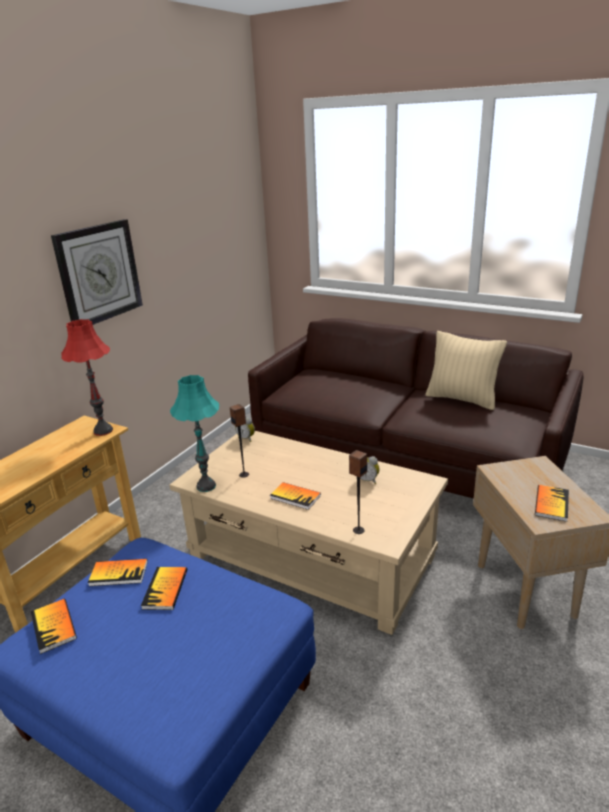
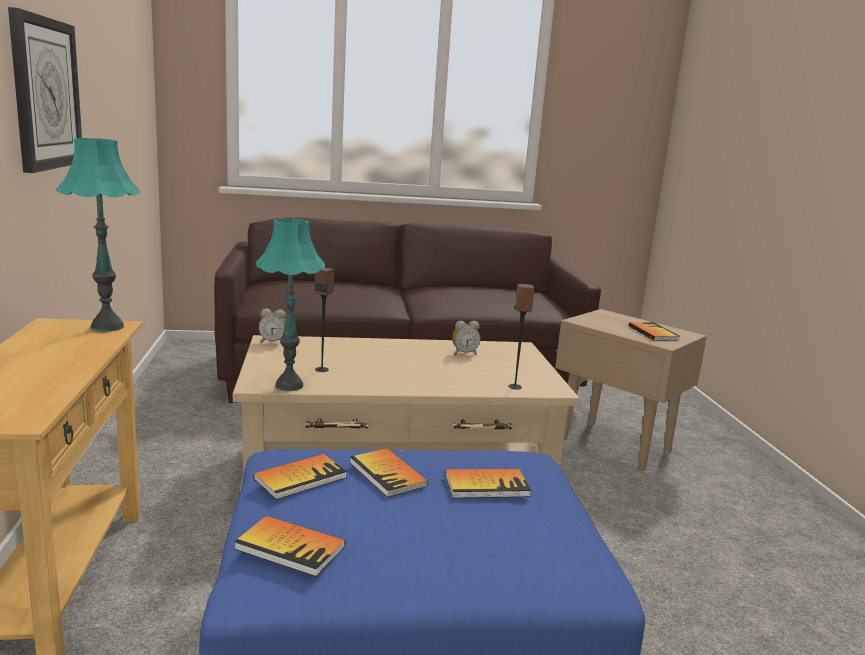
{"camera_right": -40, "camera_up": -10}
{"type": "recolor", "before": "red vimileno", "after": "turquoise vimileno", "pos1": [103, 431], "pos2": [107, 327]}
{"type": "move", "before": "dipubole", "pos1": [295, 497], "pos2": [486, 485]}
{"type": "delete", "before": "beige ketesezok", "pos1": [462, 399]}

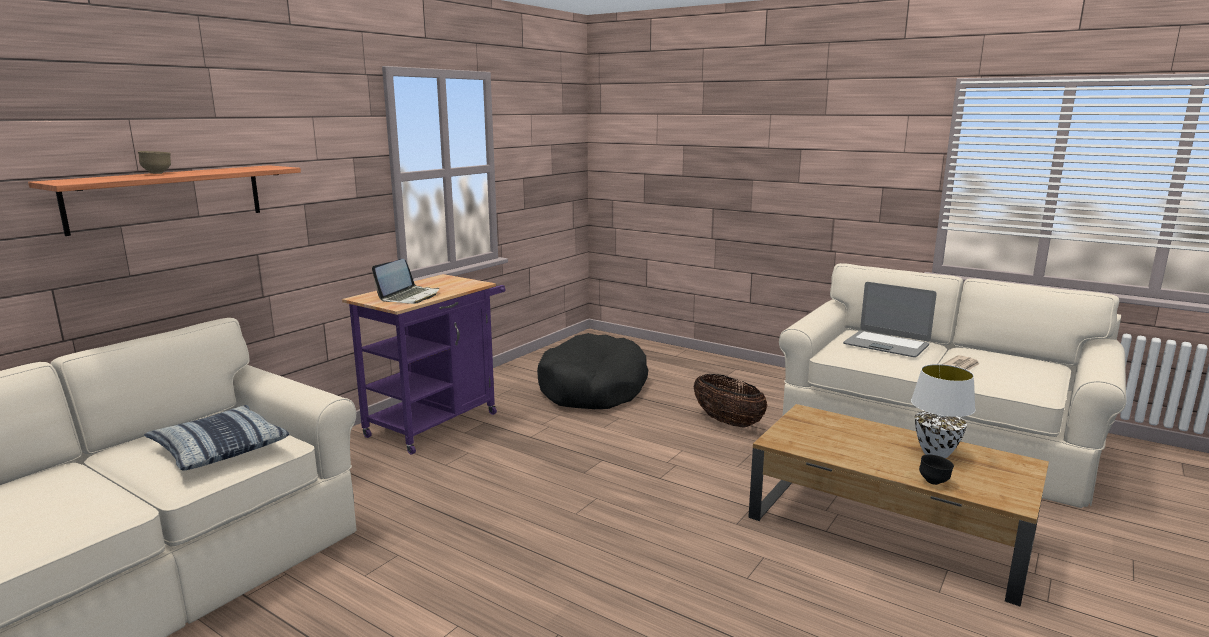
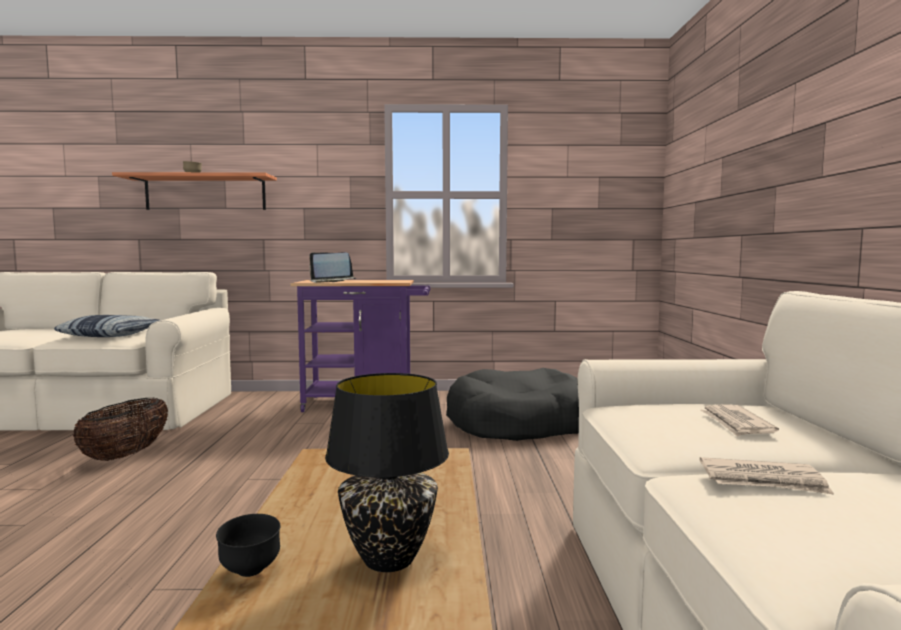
{"camera_right": 55, "camera_up": -10}
{"type": "move", "before": "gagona", "pos1": [727, 422], "pos2": [126, 455]}
{"type": "recolor", "before": "white vimileno", "after": "black vimileno", "pos1": [936, 453], "pos2": [390, 560]}
{"type": "replace", "before": "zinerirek", "after": "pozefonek", "pos1": [886, 345], "pos2": [736, 424]}

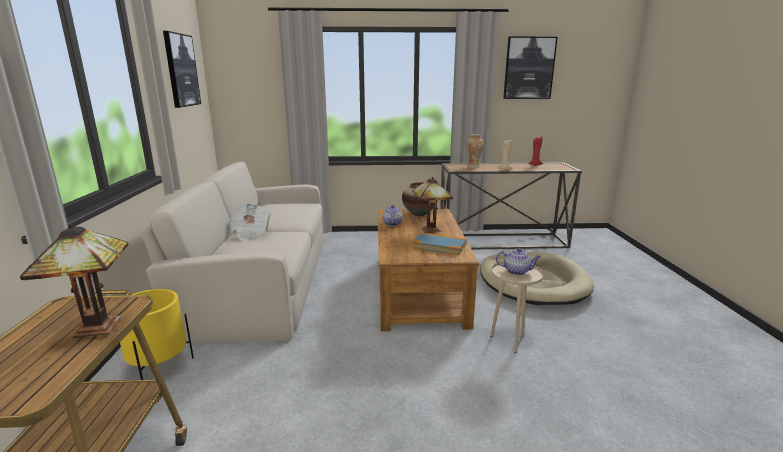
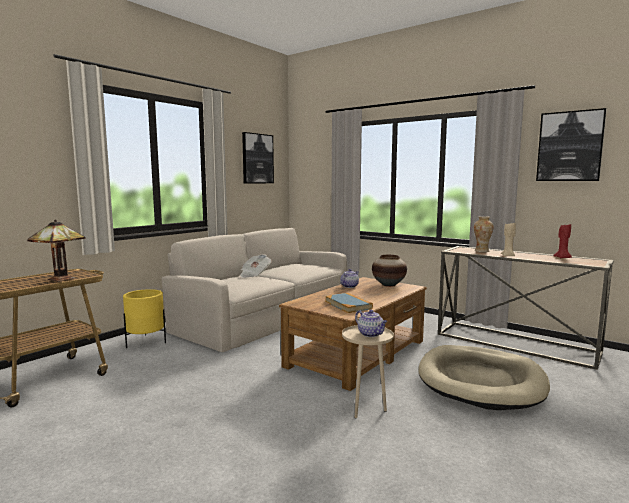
{"camera_right": 40, "camera_up": -10}
{"type": "delete", "before": "vimileno", "pos1": [429, 229]}

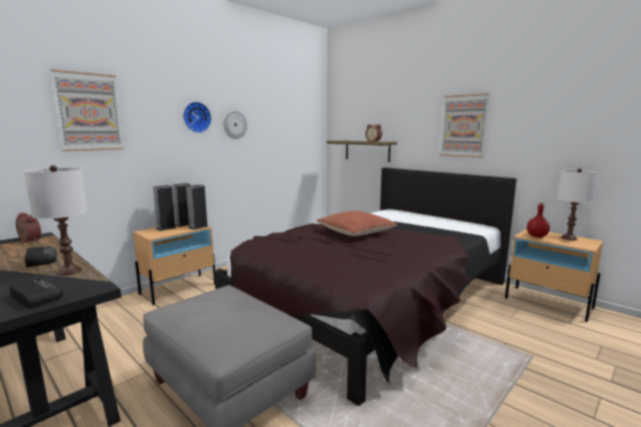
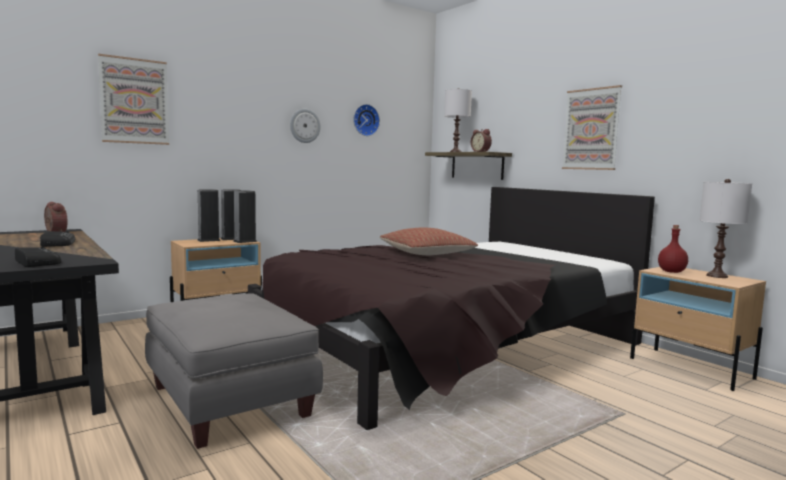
{"camera_right": 10, "camera_up": -5}
{"type": "move", "before": "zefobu", "pos1": [196, 117], "pos2": [365, 120]}
{"type": "move", "before": "white vimileno", "pos1": [69, 271], "pos2": [455, 152]}

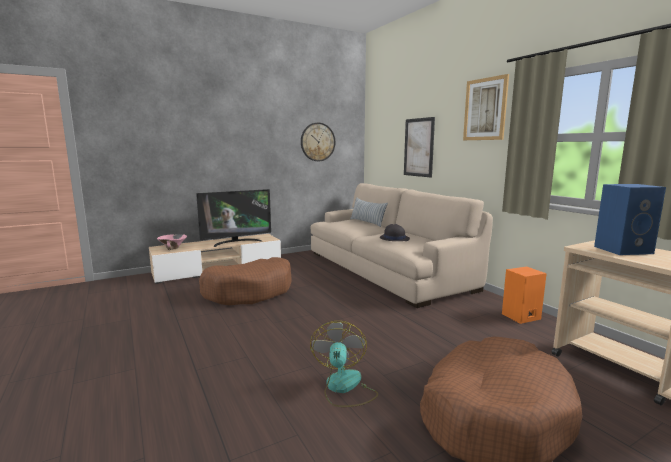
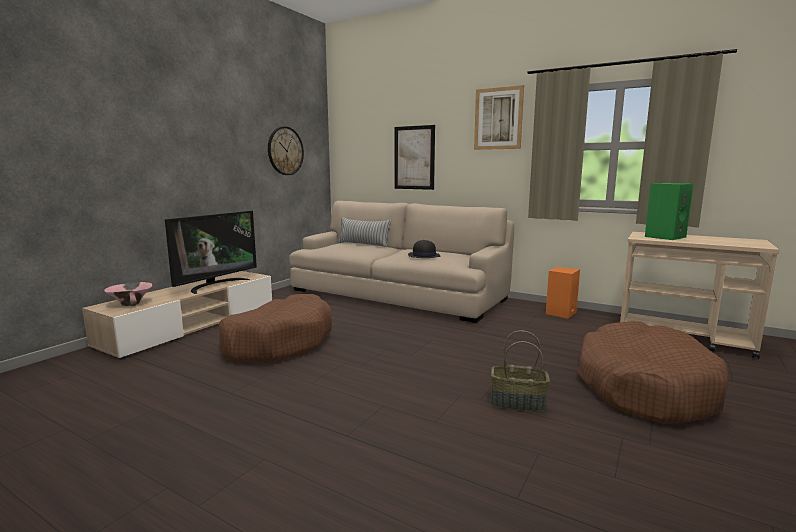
{"camera_right": -30, "camera_up": 0}
{"type": "replace", "before": "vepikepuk", "after": "gagona", "pos1": [344, 388], "pos2": [517, 403]}
{"type": "recolor", "before": "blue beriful", "after": "green beriful", "pos1": [623, 250], "pos2": [664, 237]}

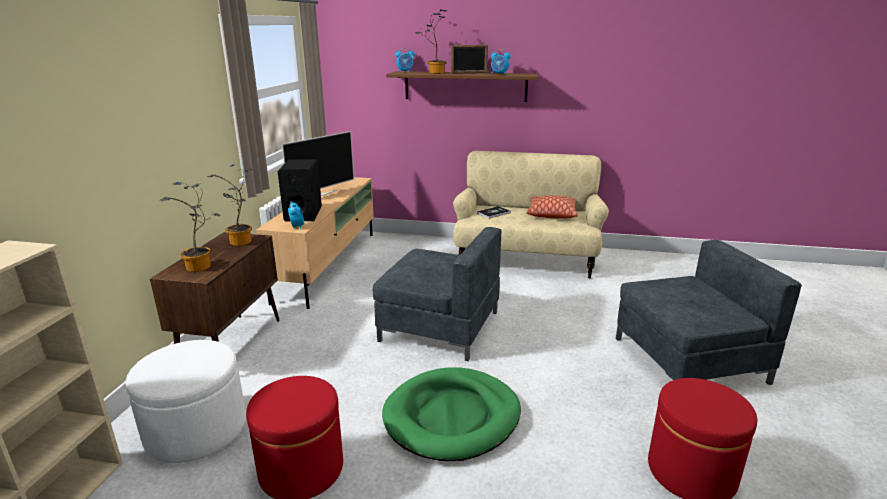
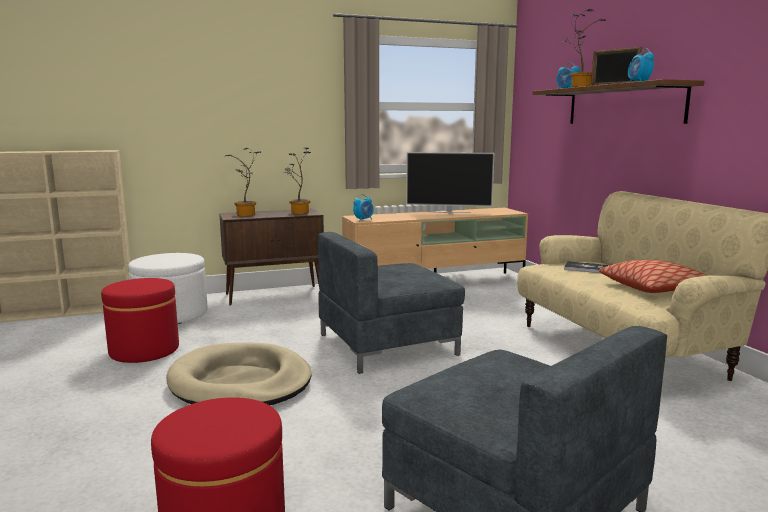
{"camera_right": 60, "camera_up": -10}
{"type": "recolor", "before": "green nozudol", "after": "beige nozudol", "pos1": [452, 417], "pos2": [240, 382]}
{"type": "rotate", "before": "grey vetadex", "pos1": [439, 325], "pos2": [389, 344], "turn": 75}
{"type": "delete", "before": "black beriful", "pos1": [303, 214]}

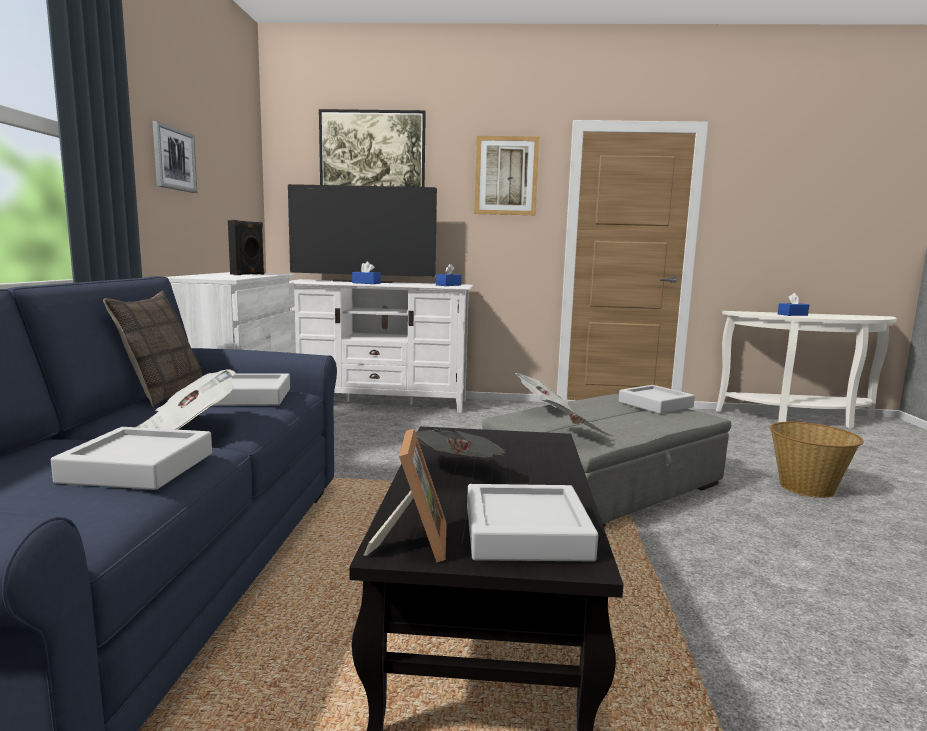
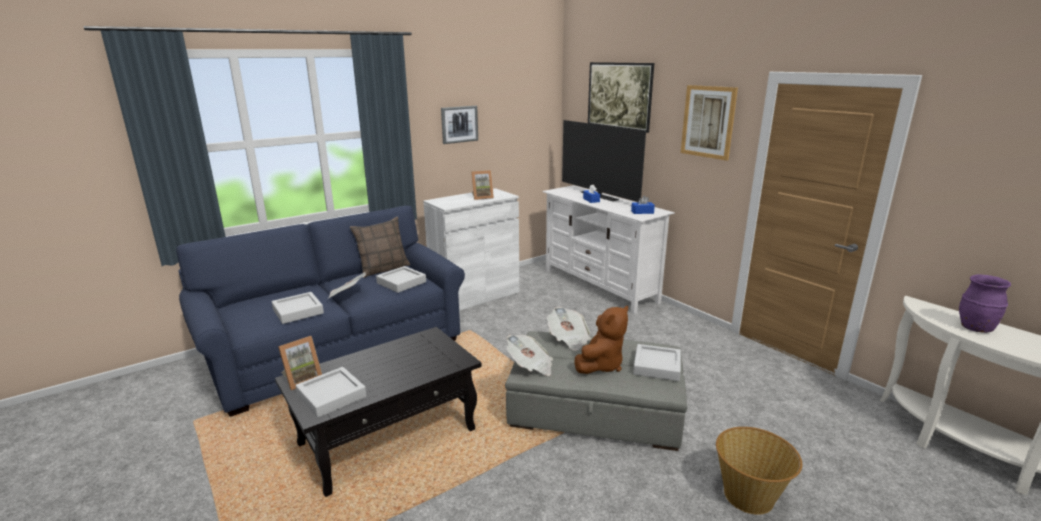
{"camera_right": 50, "camera_up": 10}
{"type": "replace", "before": "black beriful", "after": "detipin", "pos1": [248, 274], "pos2": [482, 197]}
{"type": "insert", "after": "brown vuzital", "pos2": [601, 365]}
{"type": "replace", "before": "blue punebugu", "after": "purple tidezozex", "pos1": [792, 315], "pos2": [975, 328]}
{"type": "delete", "before": "pozefonek", "pos1": [459, 471]}

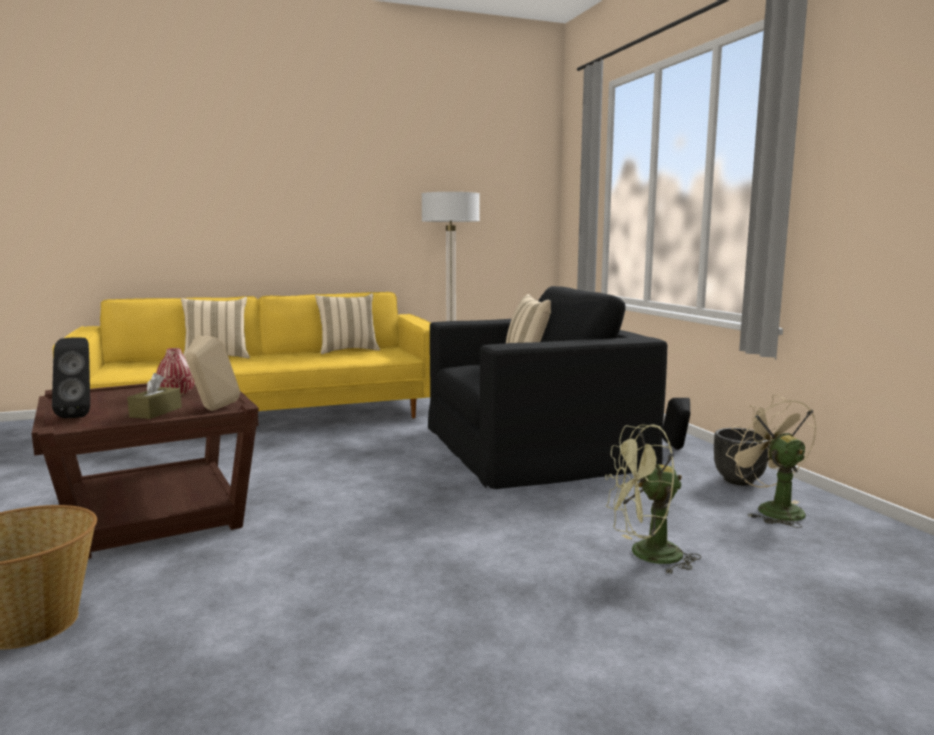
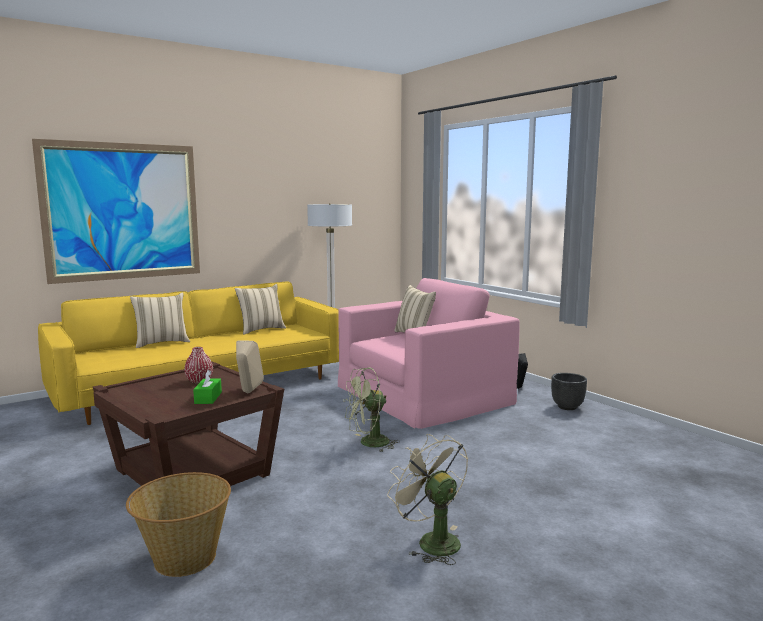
{"camera_right": -15, "camera_up": 0}
{"type": "insert", "after": "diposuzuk", "pos2": [123, 211]}
{"type": "recolor", "before": "brown punebugu", "after": "green punebugu", "pos1": [156, 412], "pos2": [208, 398]}
{"type": "recolor", "before": "black vetadex", "after": "pink vetadex", "pos1": [534, 446], "pos2": [423, 394]}
{"type": "move", "before": "green vepikepuk", "pos1": [646, 555], "pos2": [368, 443]}
{"type": "move", "before": "beige vepikepuk", "pos1": [771, 509], "pos2": [431, 541]}
{"type": "delete", "before": "black beriful", "pos1": [80, 415]}

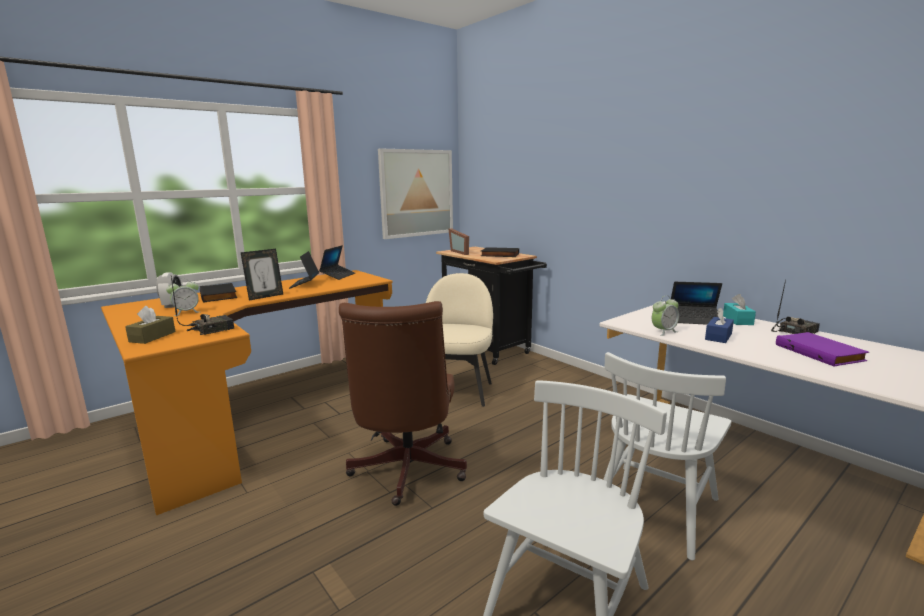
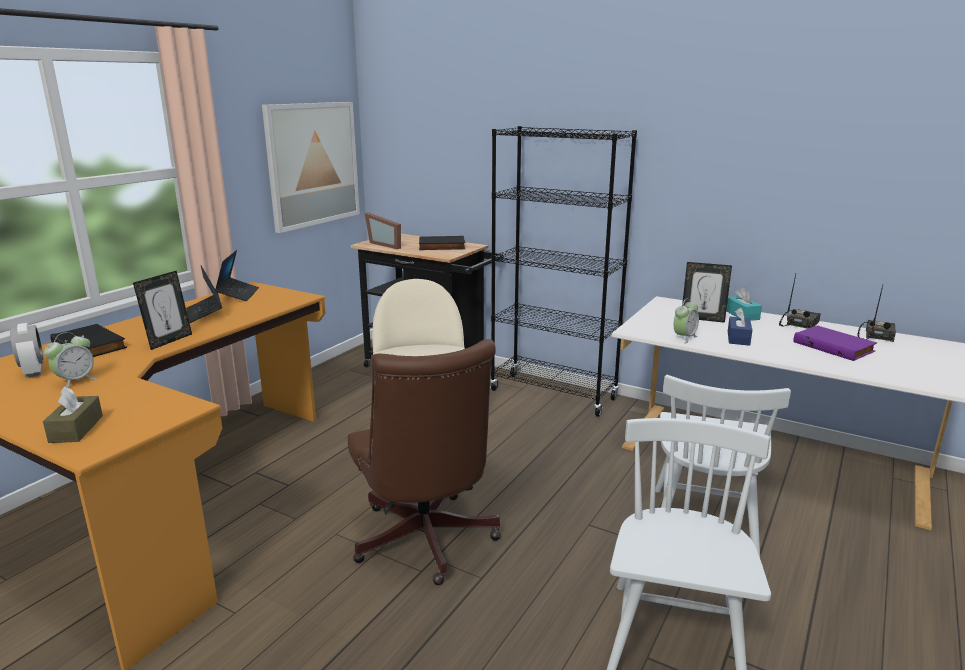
{"camera_right": -20, "camera_up": 5}
{"type": "insert", "after": "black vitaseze", "pos2": [553, 395]}
{"type": "replace", "before": "zinerirek", "after": "detipin", "pos1": [694, 320], "pos2": [702, 319]}
{"type": "move", "before": "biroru", "pos1": [211, 329], "pos2": [875, 336]}

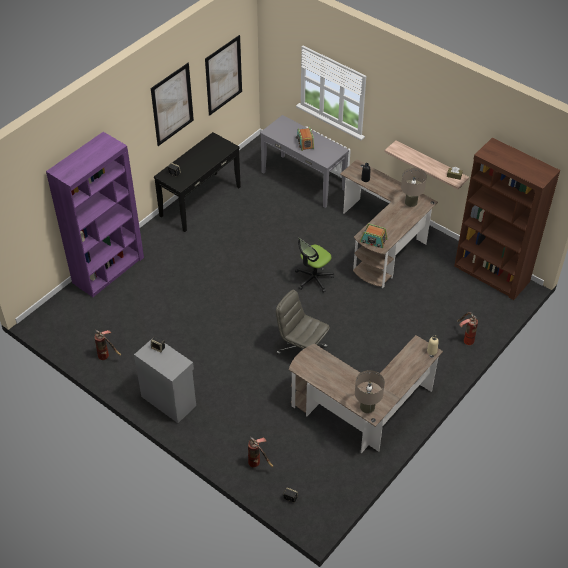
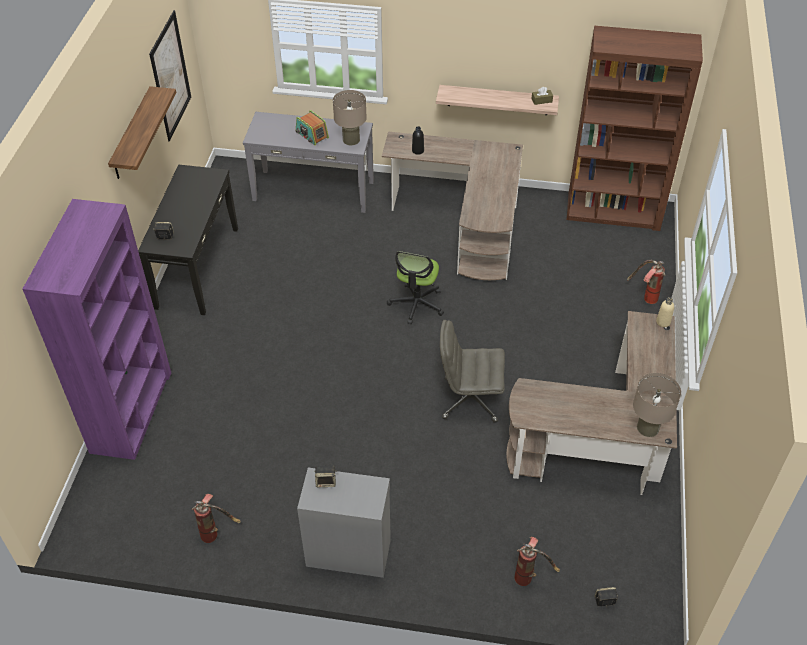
{"camera_right": -30, "camera_up": 0}
{"type": "replace", "before": "diposuzuk", "after": "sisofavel", "pos1": [172, 104], "pos2": [132, 134]}
{"type": "move", "before": "beige vimileno", "pos1": [411, 202], "pos2": [351, 139]}
{"type": "delete", "before": "biroru", "pos1": [373, 241]}

